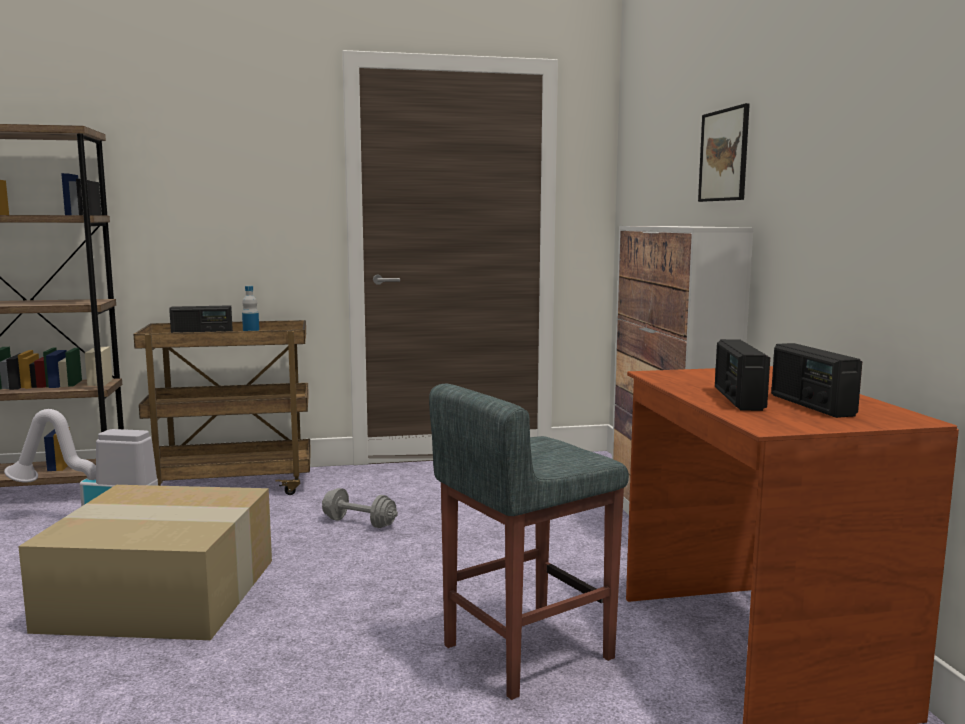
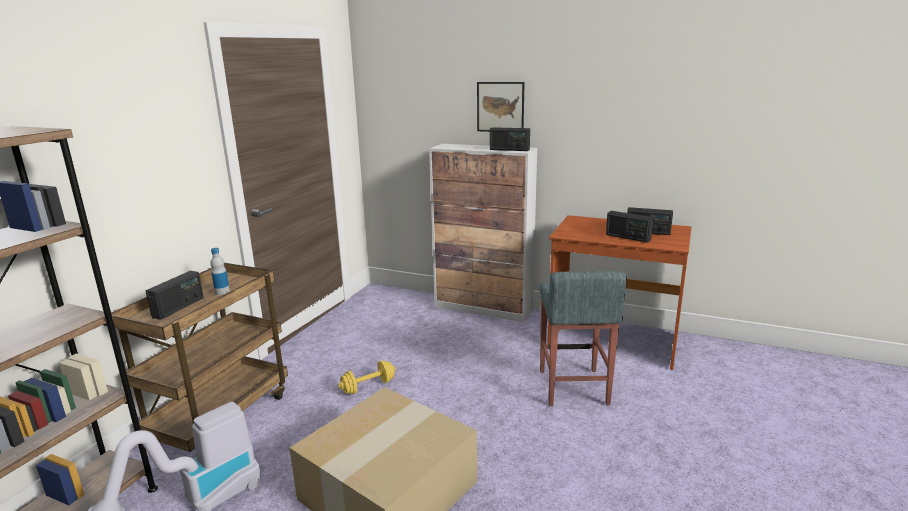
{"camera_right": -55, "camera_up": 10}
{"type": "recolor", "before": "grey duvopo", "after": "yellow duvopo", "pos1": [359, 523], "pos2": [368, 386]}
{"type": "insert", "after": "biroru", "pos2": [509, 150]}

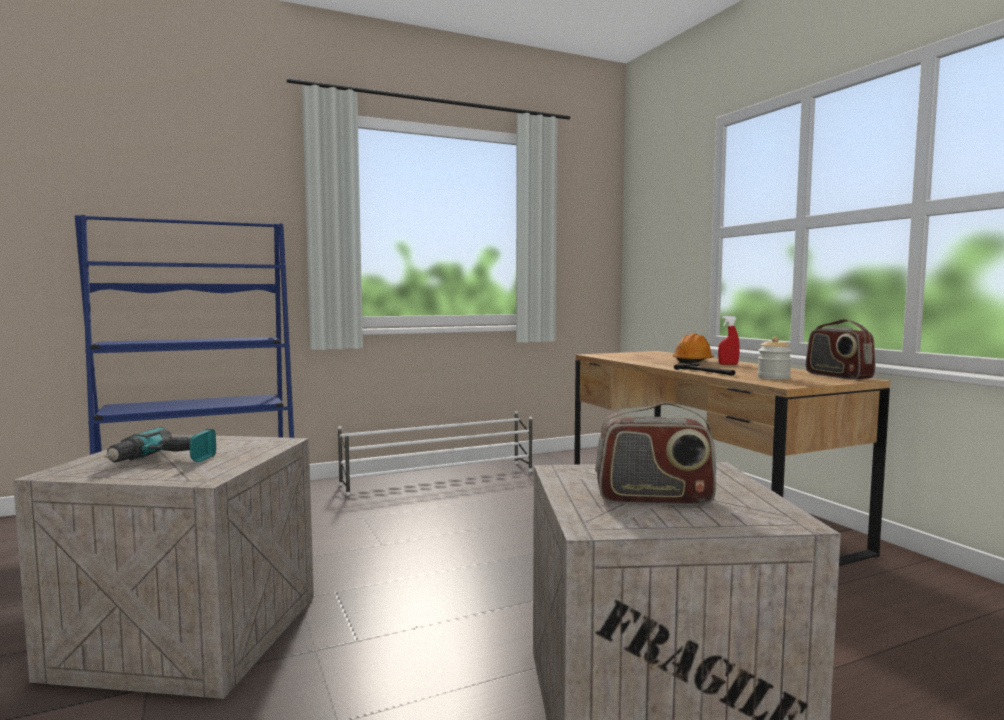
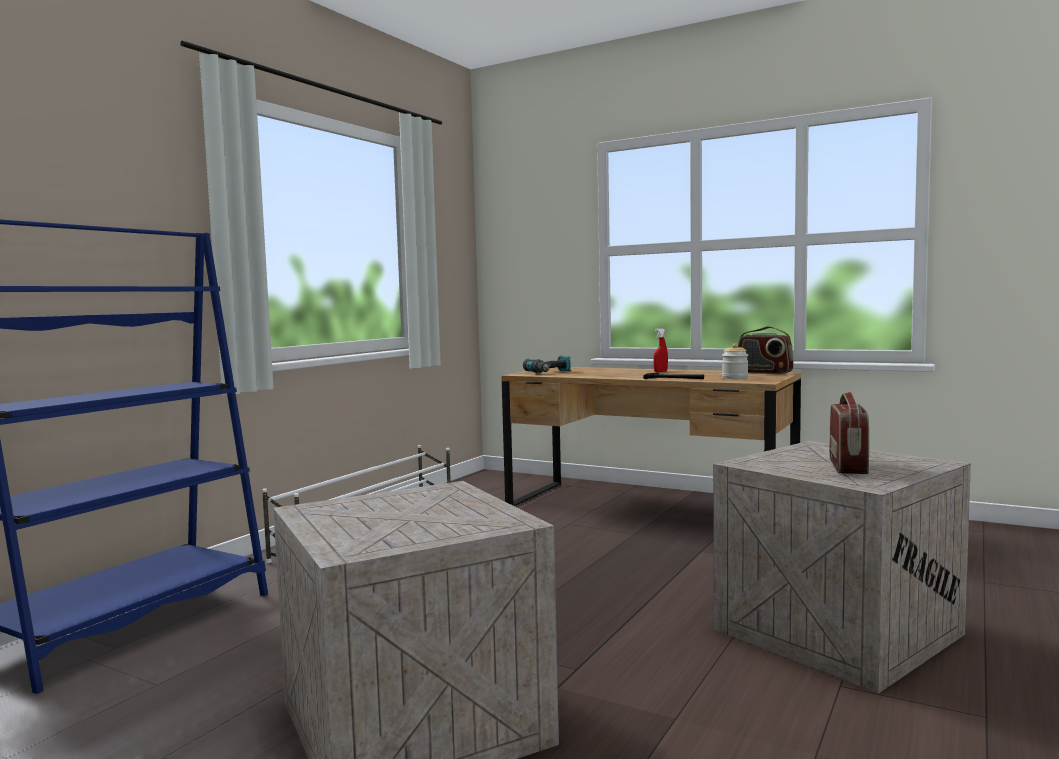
{"camera_right": -35, "camera_up": 0}
{"type": "move", "before": "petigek", "pos1": [165, 460], "pos2": [550, 372]}
{"type": "rotate", "before": "biroru", "pos1": [654, 499], "pos2": [848, 466], "turn": -45}
{"type": "delete", "before": "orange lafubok", "pos1": [693, 362]}

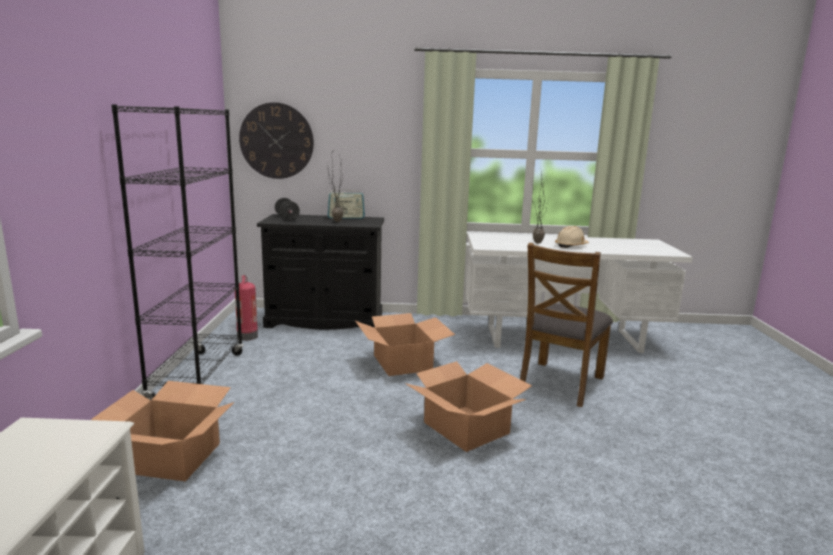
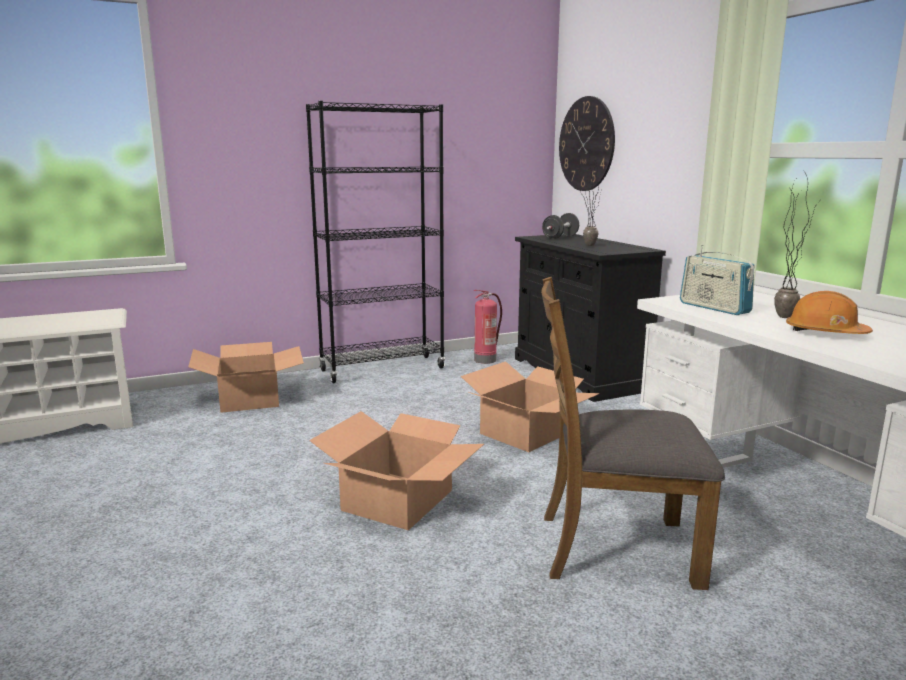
{"camera_right": 65, "camera_up": 0}
{"type": "move", "before": "biroru", "pos1": [346, 217], "pos2": [714, 308]}
{"type": "recolor", "before": "beige lafubok", "after": "orange lafubok", "pos1": [571, 246], "pos2": [825, 333]}

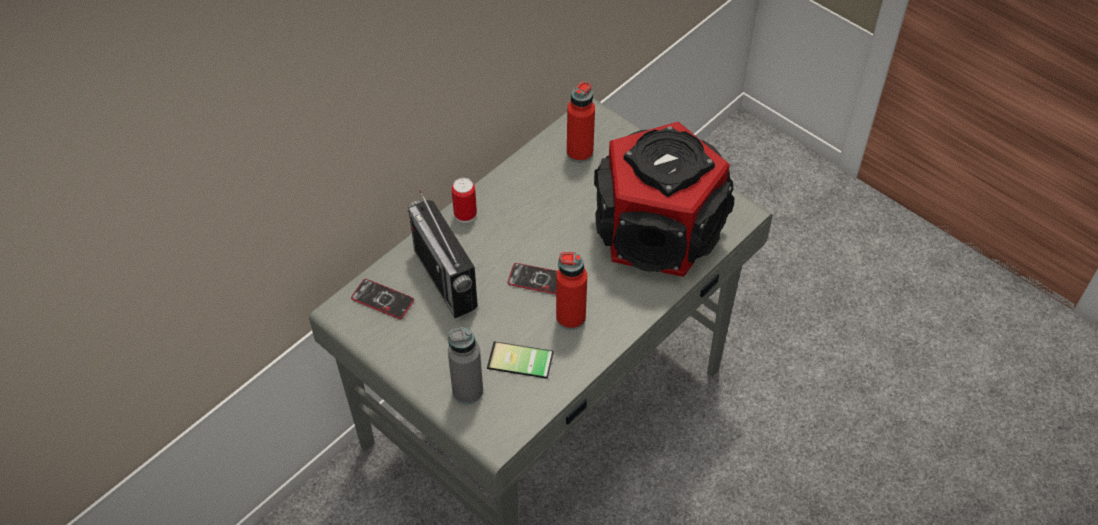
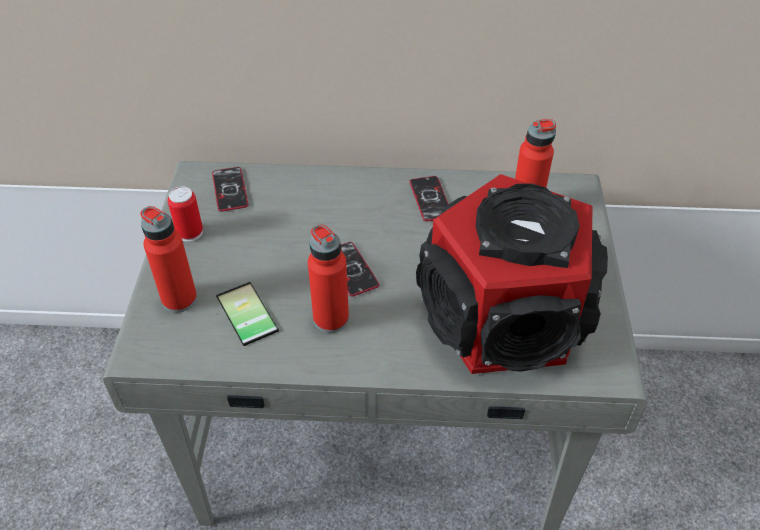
{"camera_right": 50, "camera_up": -5}
{"type": "recolor", "before": "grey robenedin", "after": "red robenedin", "pos1": [467, 391], "pos2": [179, 299]}
{"type": "move", "before": "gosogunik", "pos1": [465, 214], "pos2": [190, 232]}
{"type": "insert", "after": "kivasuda", "pos2": [430, 199]}
{"type": "delete", "before": "biroru", "pos1": [445, 279]}

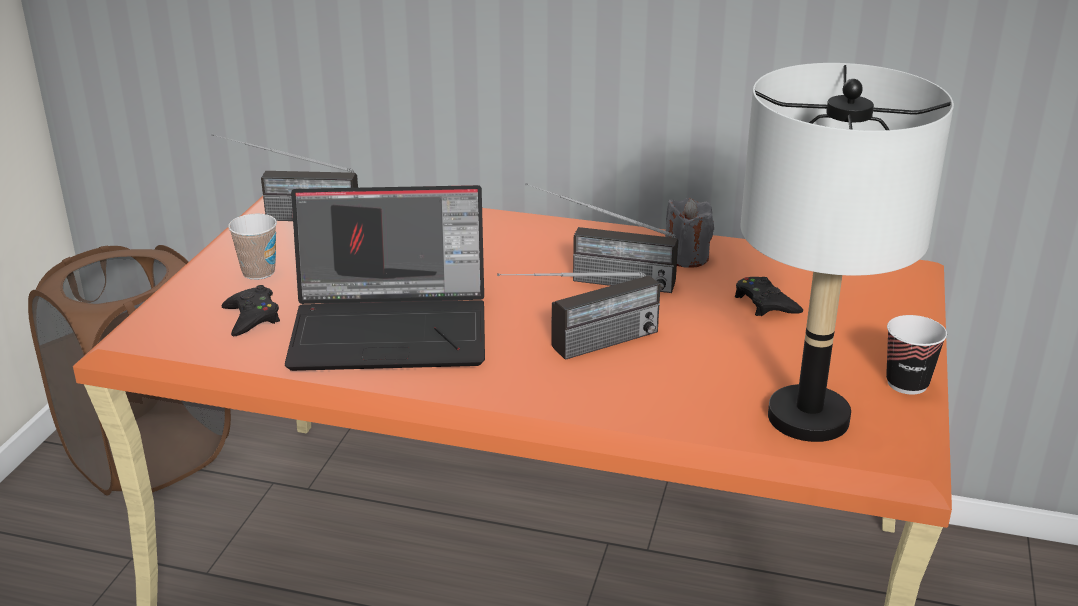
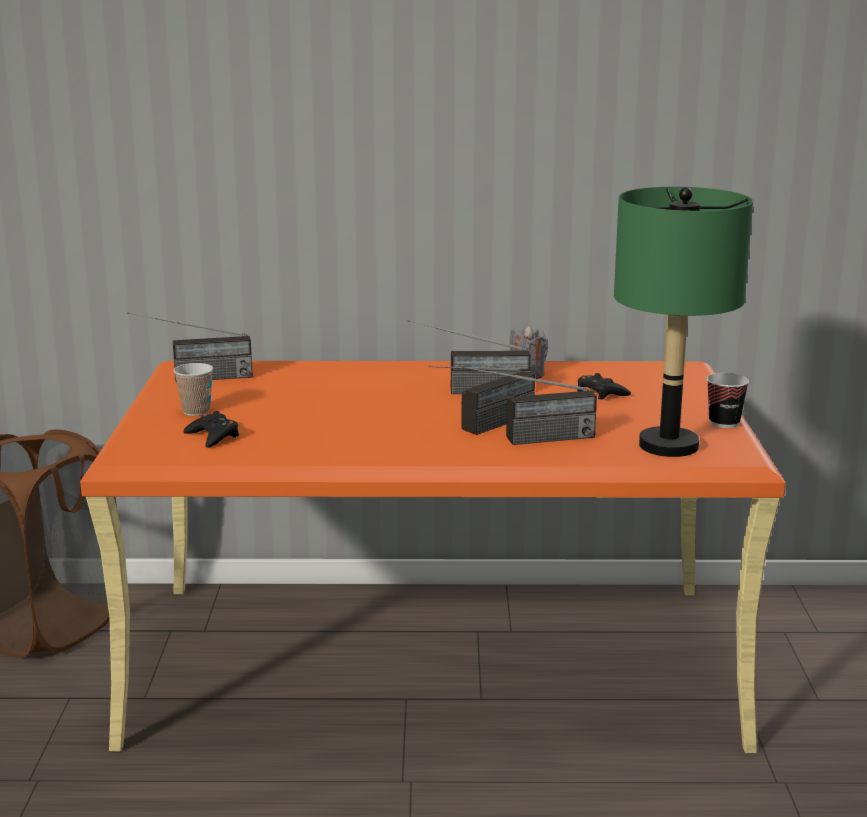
{"camera_right": -15, "camera_up": -10}
{"type": "insert", "after": "biroru", "pos2": [528, 440]}
{"type": "recolor", "before": "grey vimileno", "after": "green vimileno", "pos1": [808, 417], "pos2": [668, 445]}
{"type": "delete", "before": "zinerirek", "pos1": [393, 328]}

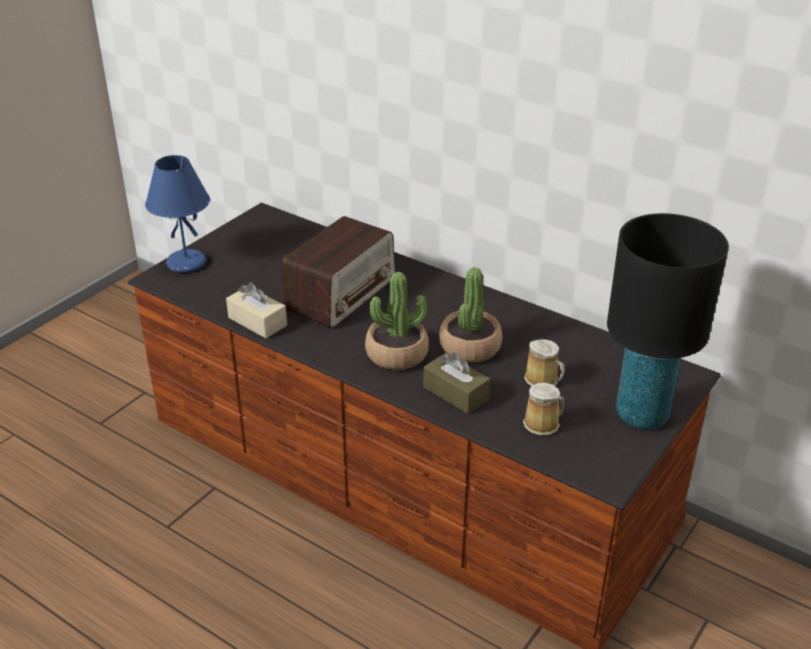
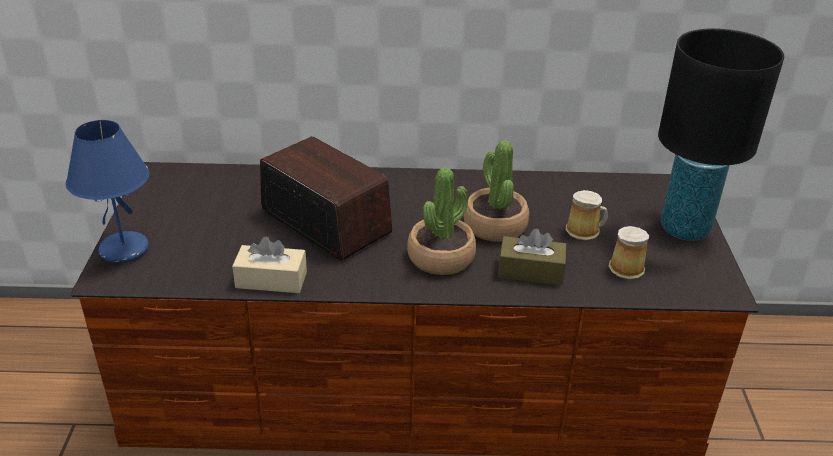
{"camera_right": -35, "camera_up": 0}
{"type": "rotate", "before": "biroru", "pos1": [341, 293], "pos2": [325, 221], "turn": -45}

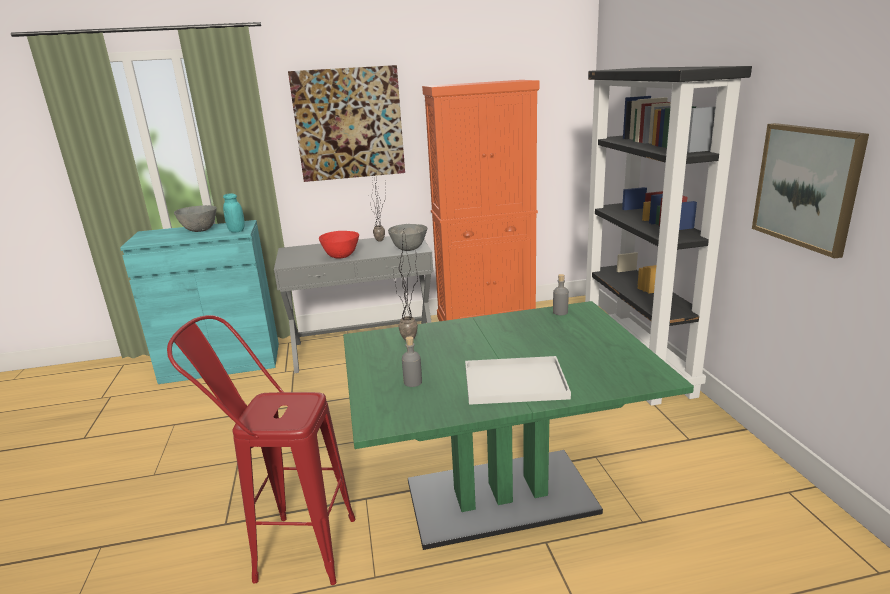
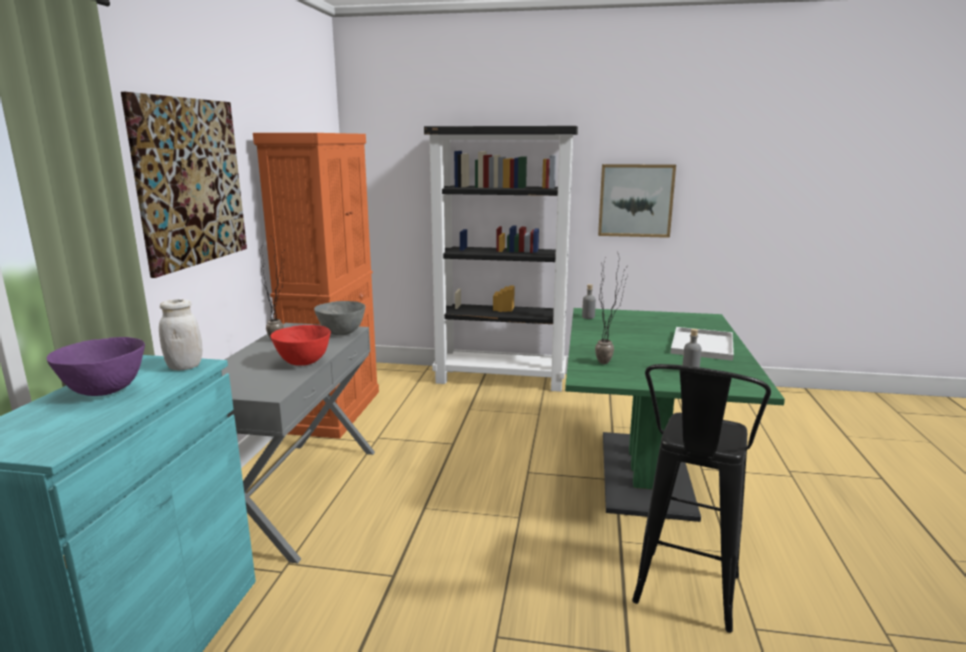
{"camera_right": -70, "camera_up": -5}
{"type": "recolor", "before": "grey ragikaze", "after": "purple ragikaze", "pos1": [200, 230], "pos2": [105, 391]}
{"type": "recolor", "before": "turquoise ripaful", "after": "white ripaful", "pos1": [236, 231], "pos2": [185, 366]}
{"type": "recolor", "before": "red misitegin", "after": "black misitegin", "pos1": [289, 548], "pos2": [683, 601]}

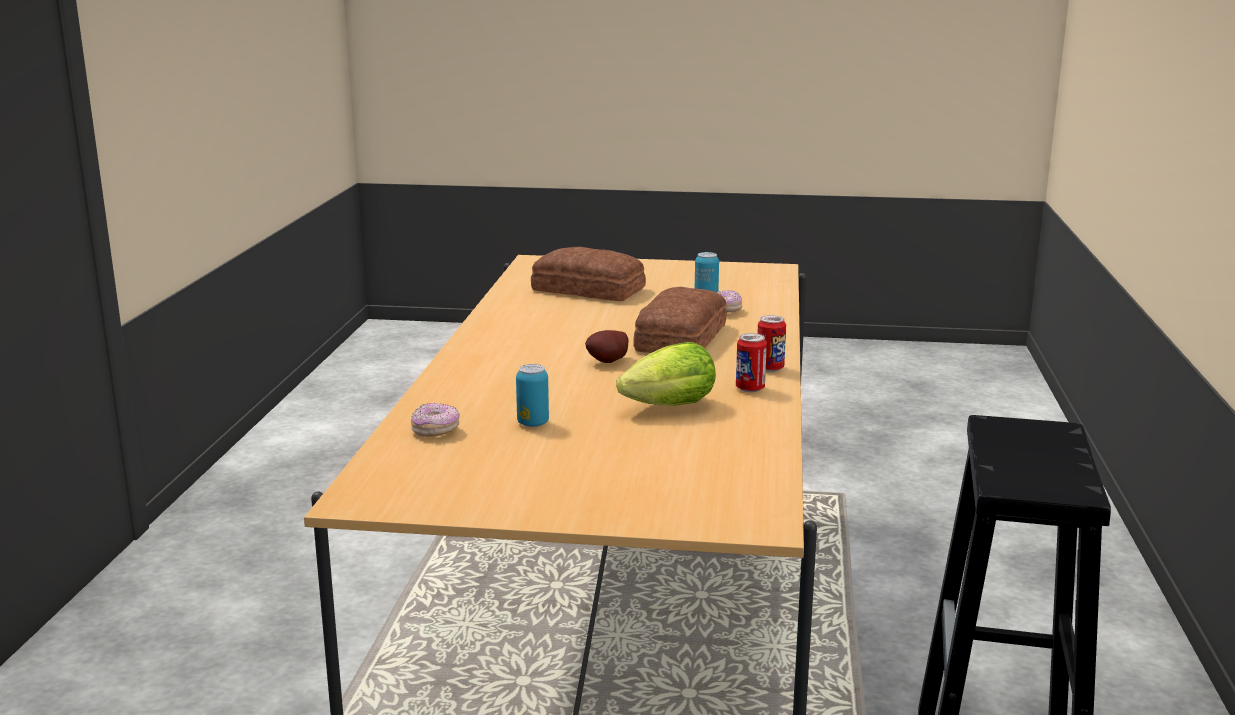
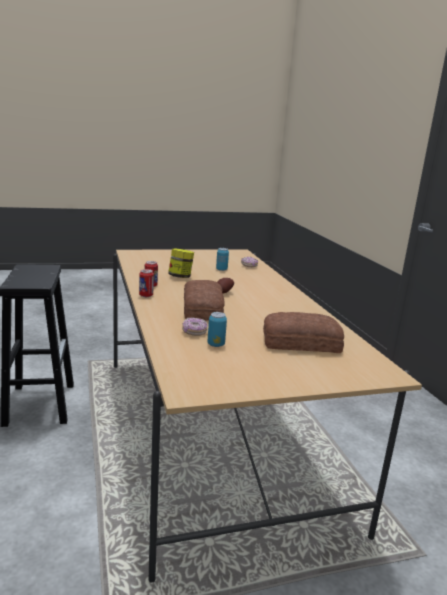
{"camera_right": 155, "camera_up": 0}
{"type": "replace", "before": "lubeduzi", "after": "ripaful", "pos1": [664, 407], "pos2": [180, 277]}

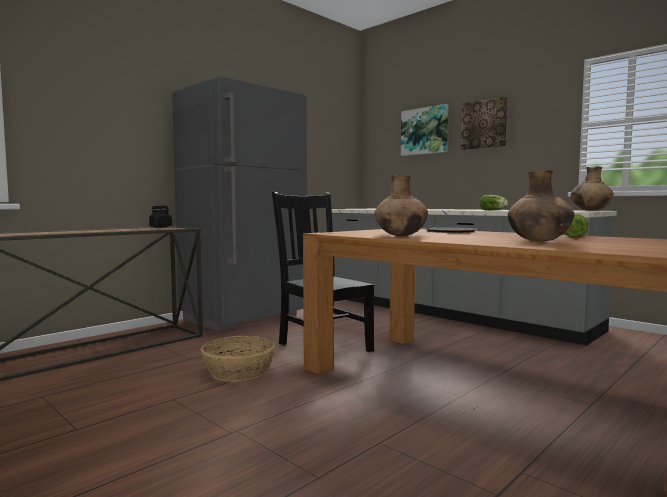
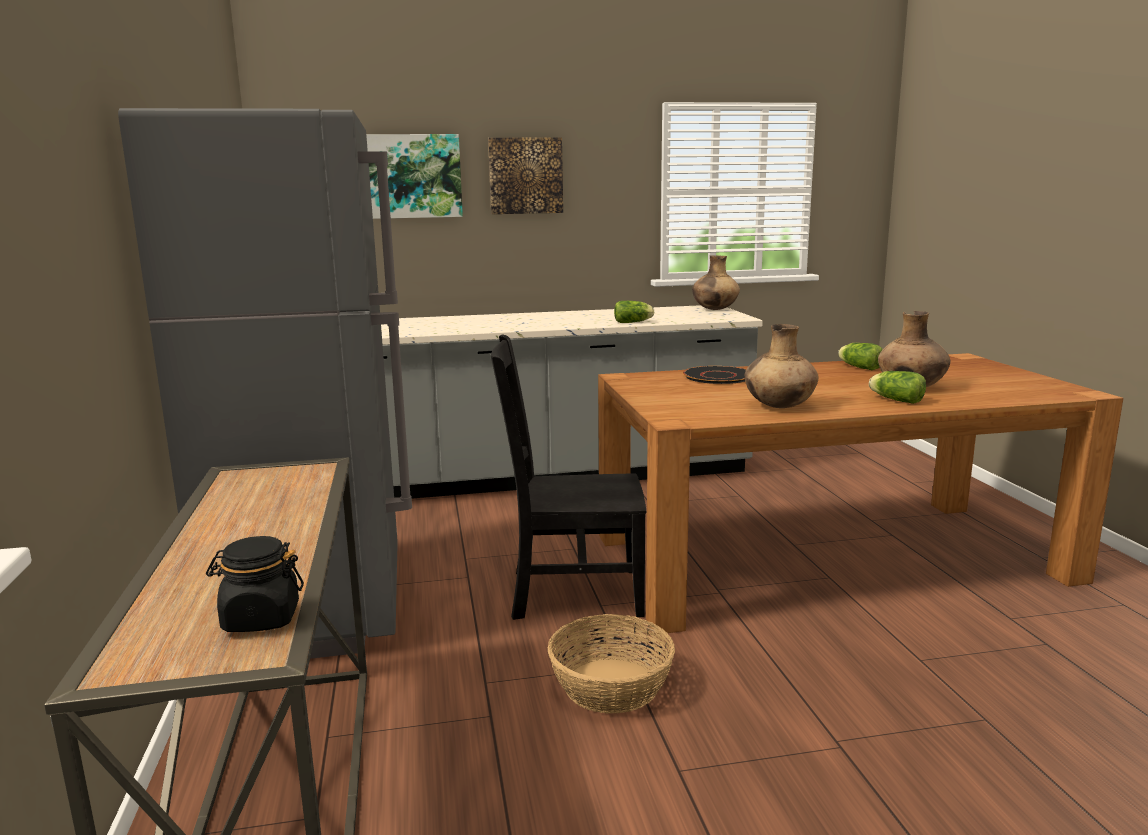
{"camera_right": -55, "camera_up": 10}
{"type": "move", "before": "black ripaful", "pos1": [160, 227], "pos2": [260, 619]}
{"type": "insert", "after": "lubeduzi", "pos2": [895, 400]}

